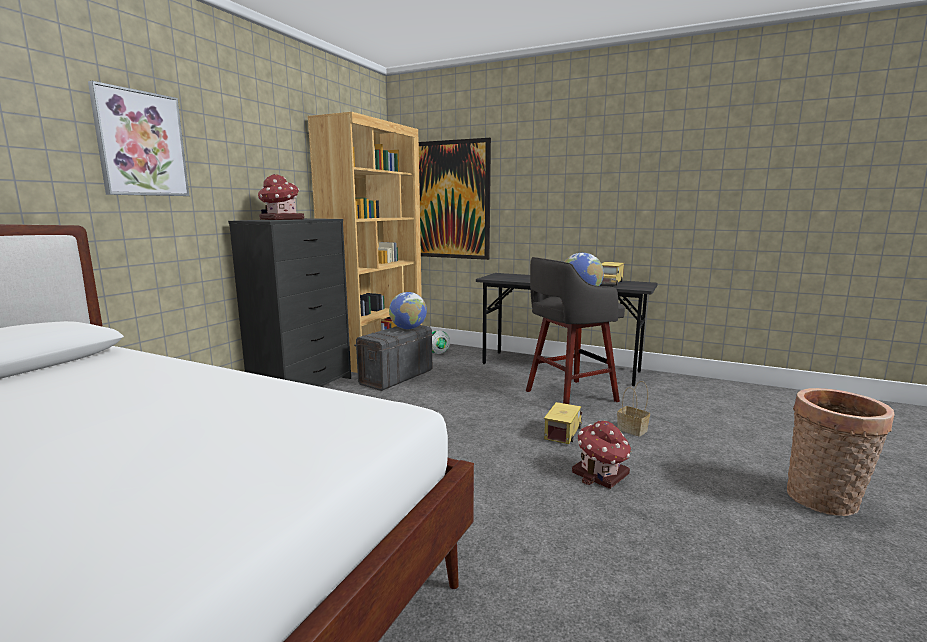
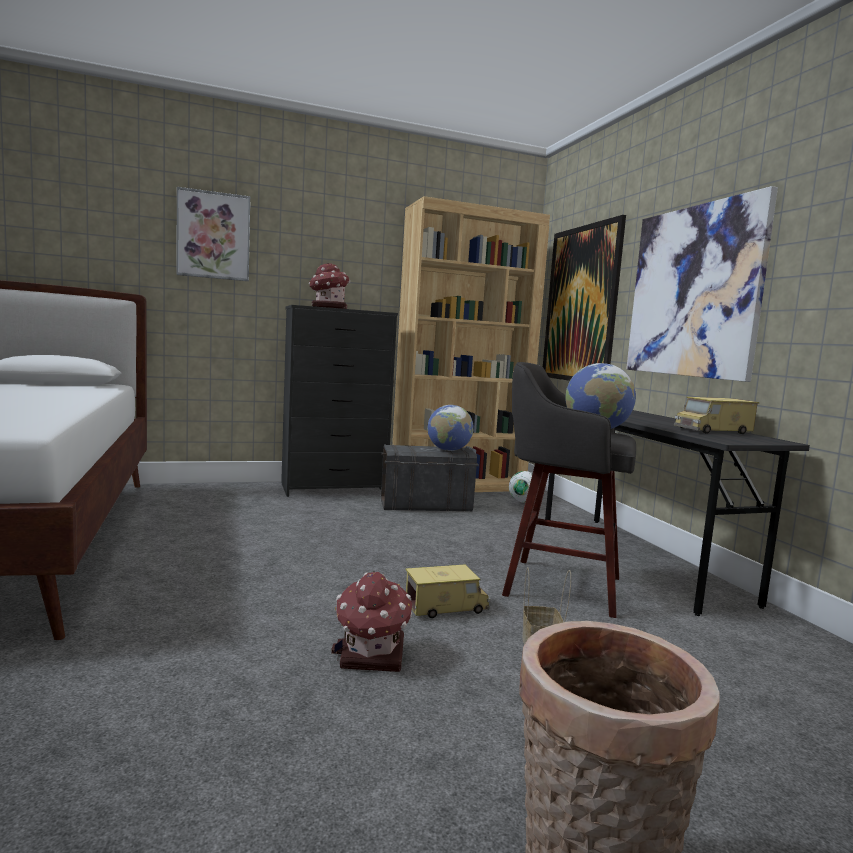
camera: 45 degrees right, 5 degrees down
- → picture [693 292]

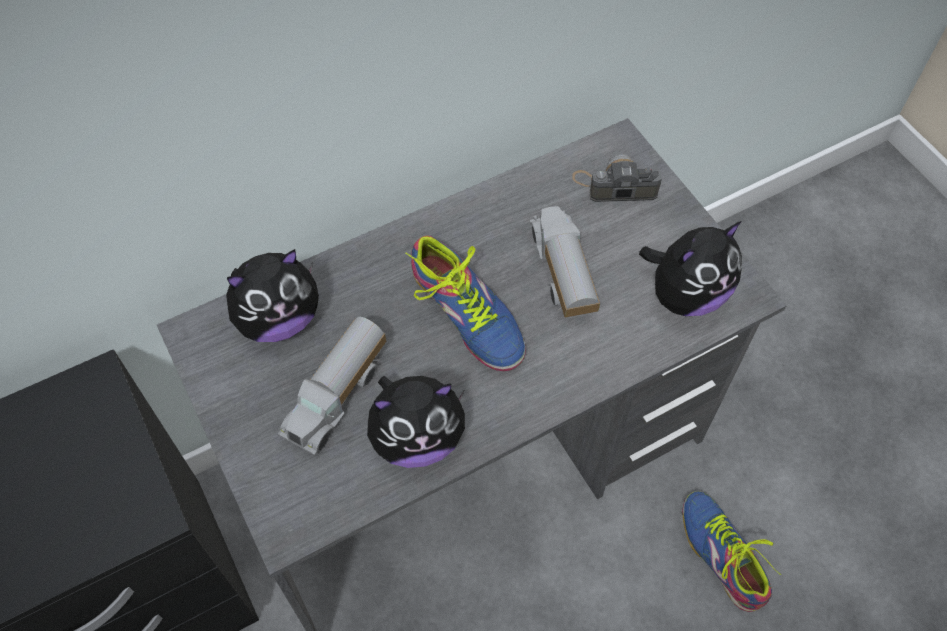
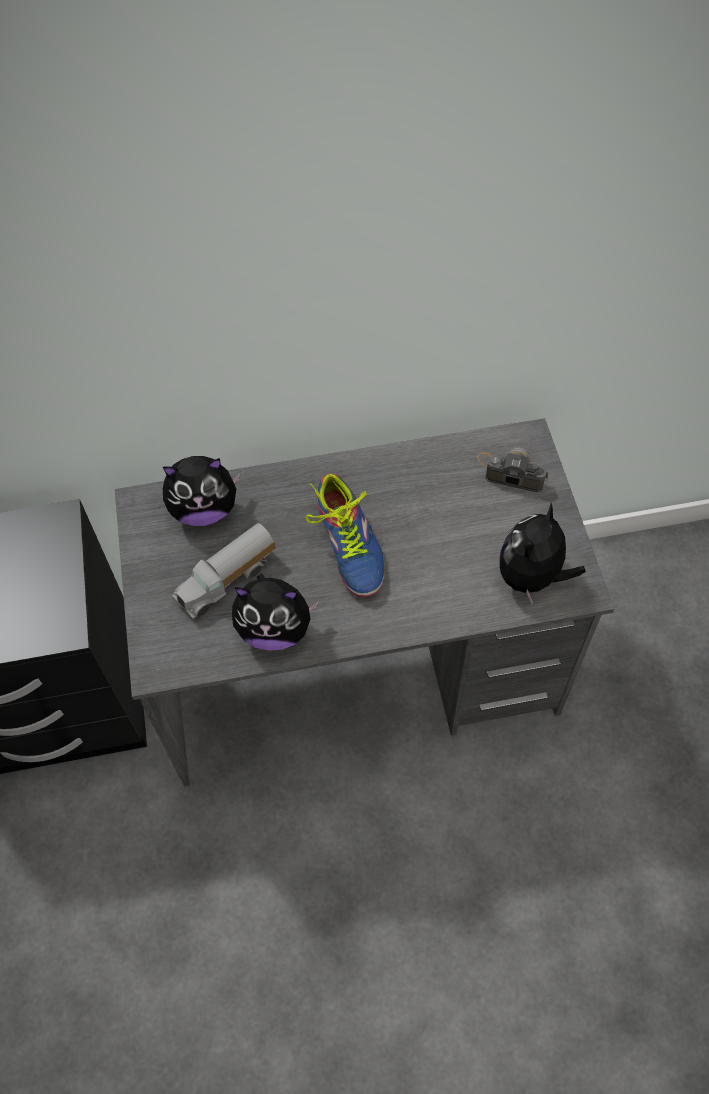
camera: 20 degrees right, 0 degrees up
toy truck [561 274] → -
plush toy [685 295] → plush toy [532 577], 135 degrees clockwise
shoe [721 554] → -

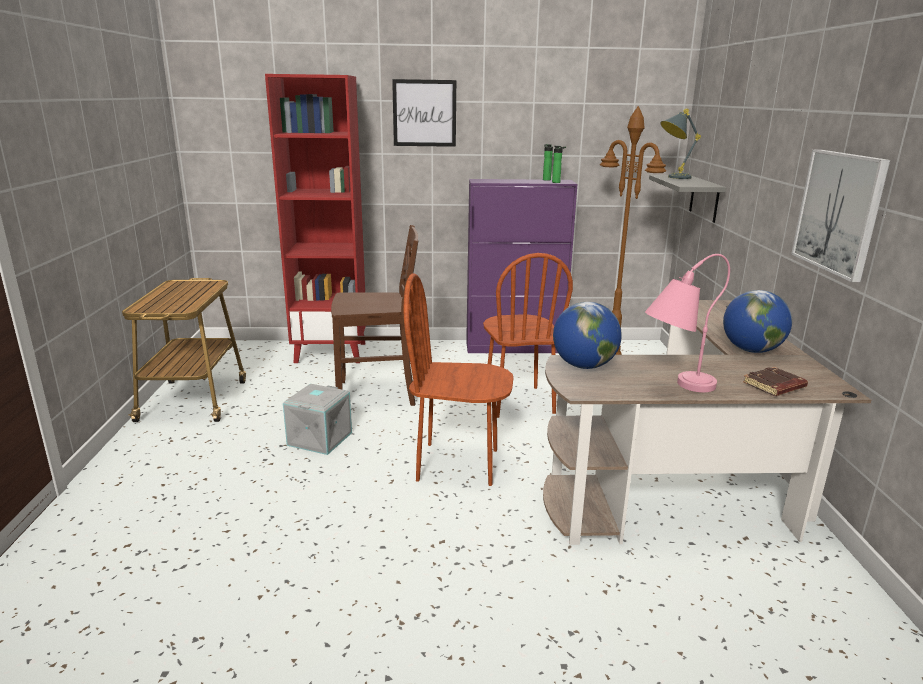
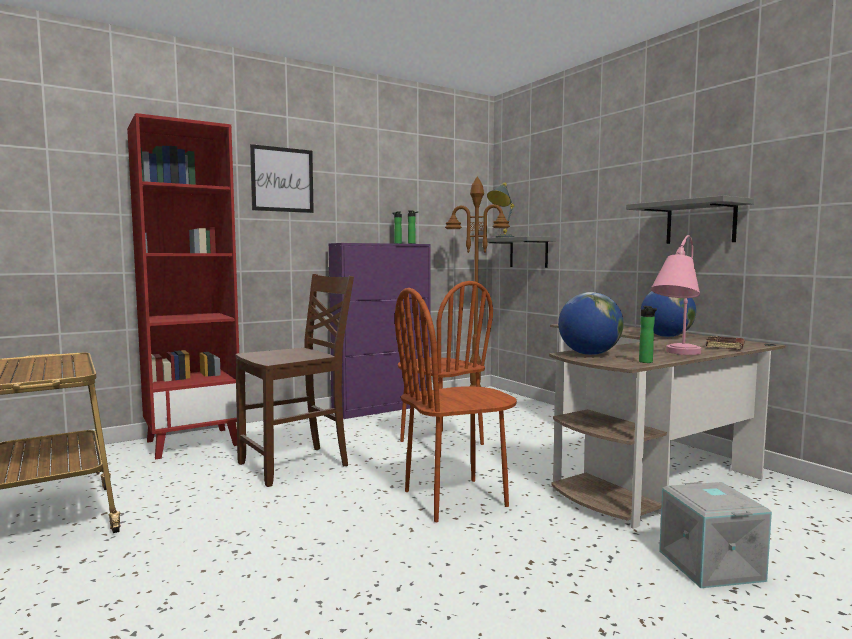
camera: 30 degrees left, 15 degrees down
picture [839 212] → shelf (grey) [700 222]
storage box (grey) [319 438] → storage box (grey) [708 565], shifted
- → bottle [646 362]

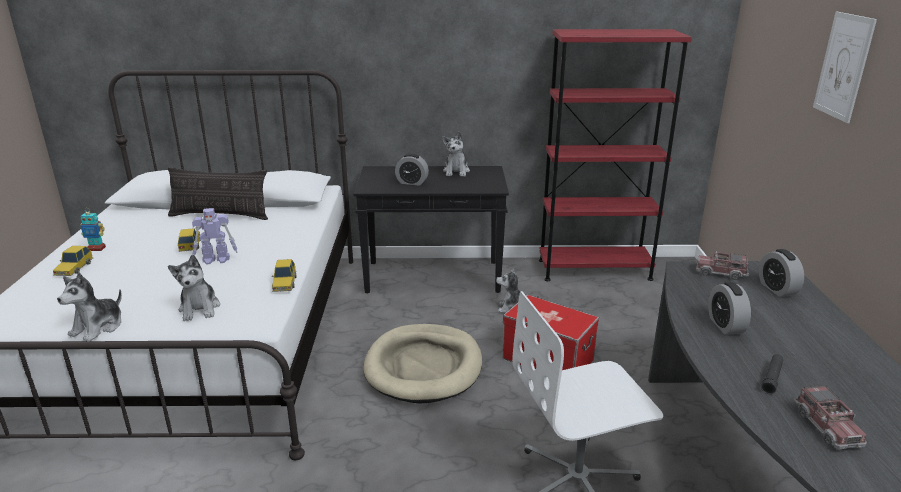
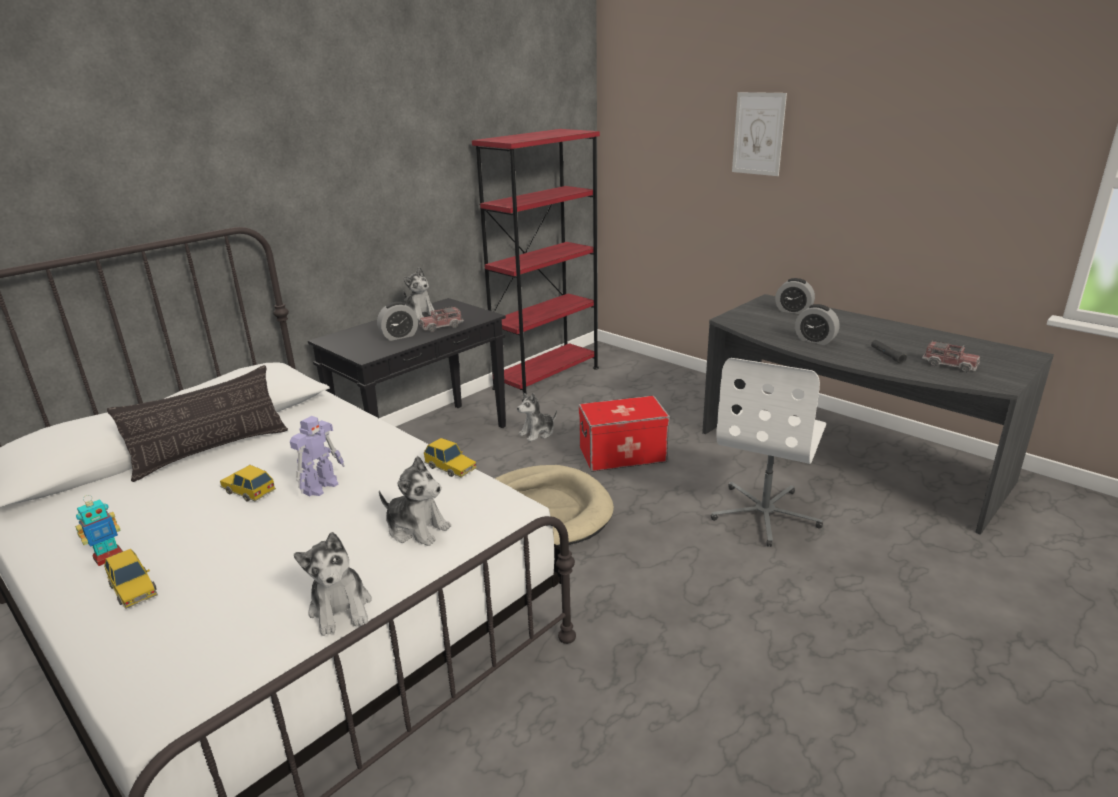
camera: 45 degrees left, 0 degrees up
toy truck [720 273] → toy truck [441 326], shifted

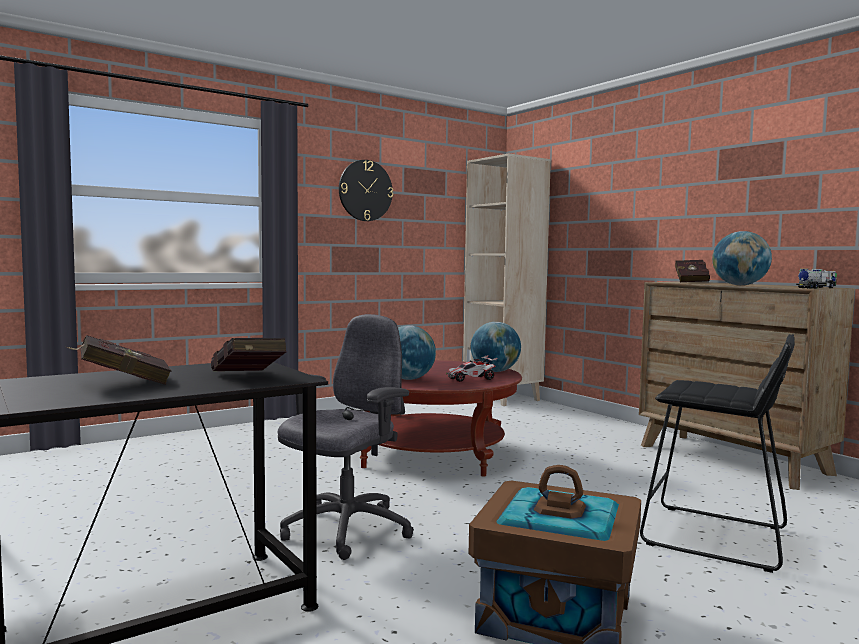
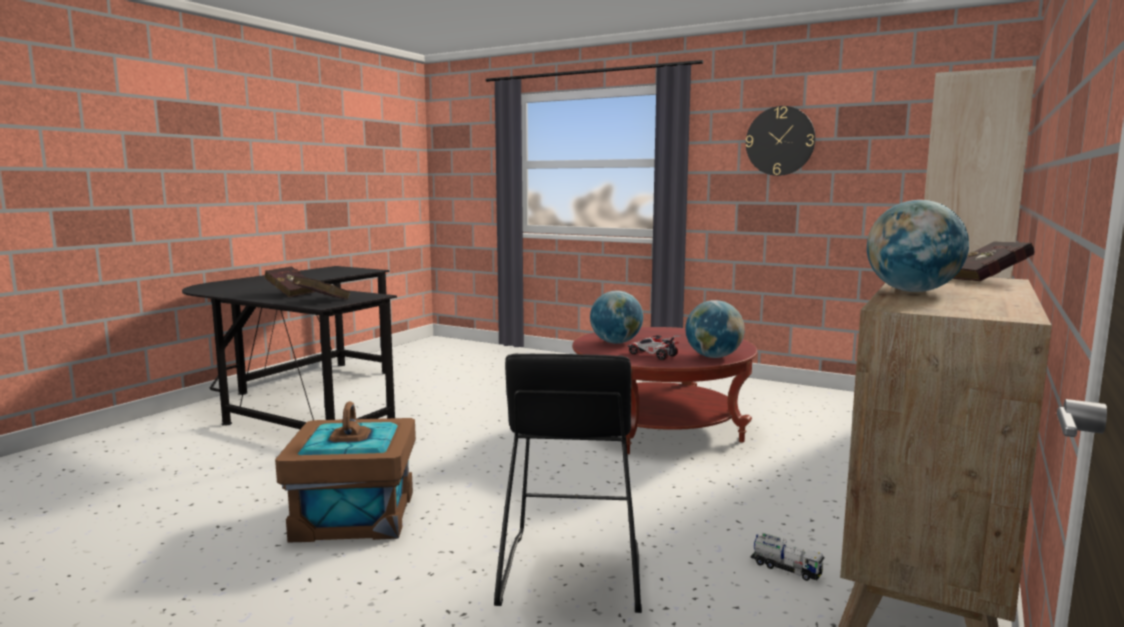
camera: 65 degrees right, 5 degrees up
toy truck [816 288] → toy truck [786 569], shifted
office chair (grey) [345 531] → -

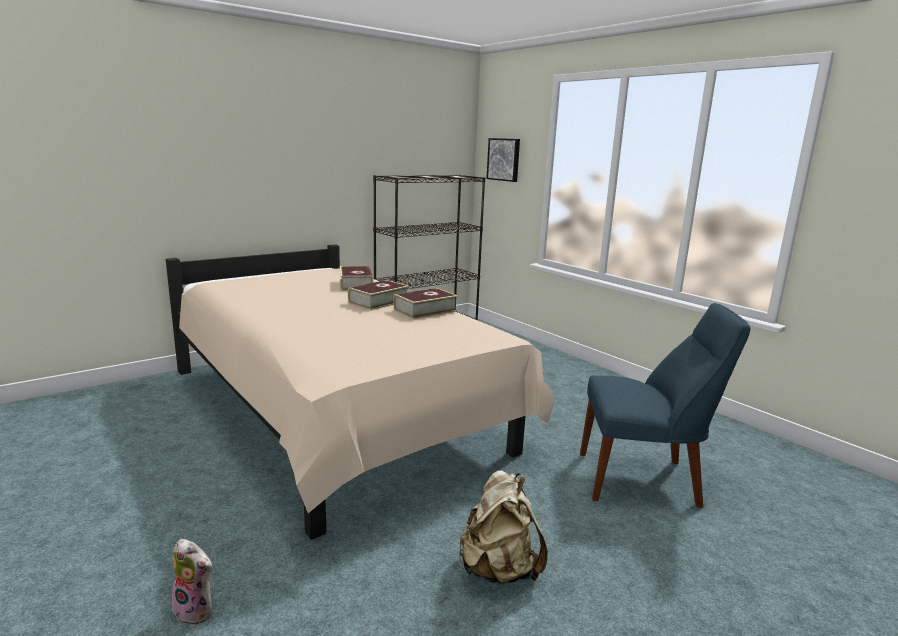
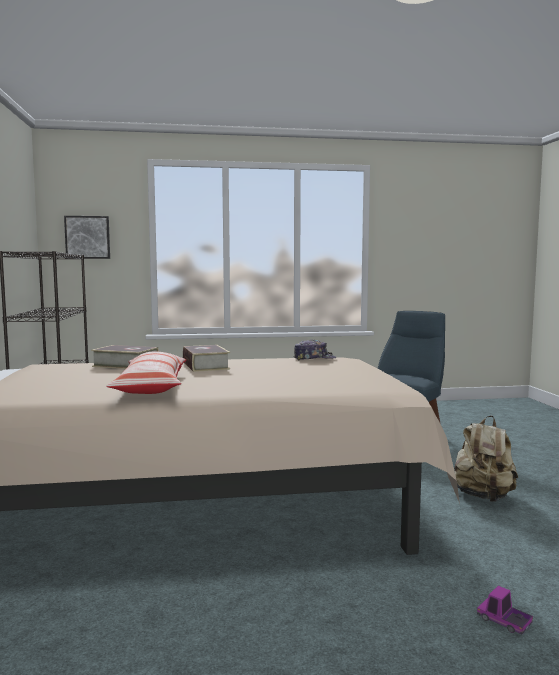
camera: 60 degrees left, 10 degrees down
book [425 310] → -
plush toy [197 610] → toy truck [504 621]
- → cap [314 358]
- → pillow [152 386]

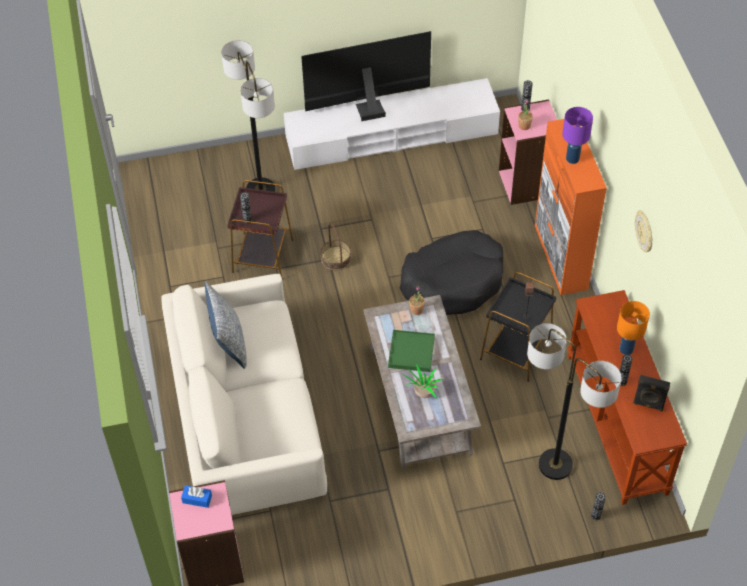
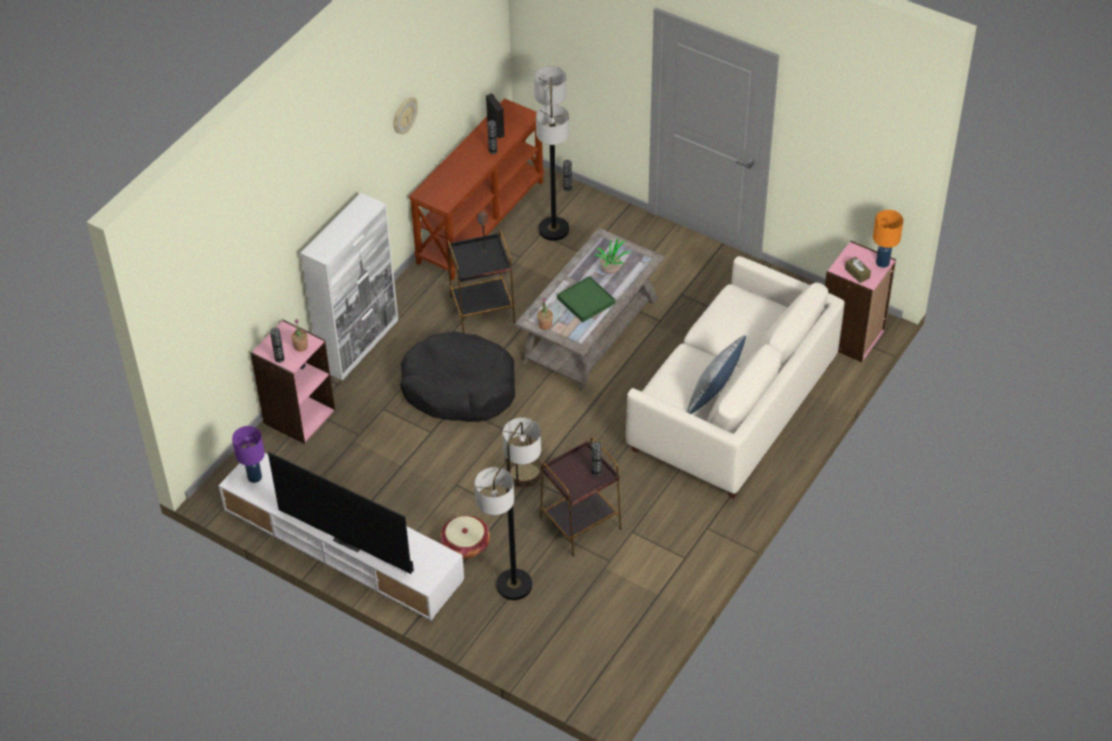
camera: 135 degrees left, 5 degrees down
table lamp (purple) [573 158] → table lamp (purple) [254 477], shifted
cabinet (orange) [560 257] → cabinet (white) [359 344]
table lamp (orange) [626 349] → table lamp (orange) [883 263], shifted
tissue box (blue) [197 499] → tissue box (brown) [857 273]
- → basket [465 545]

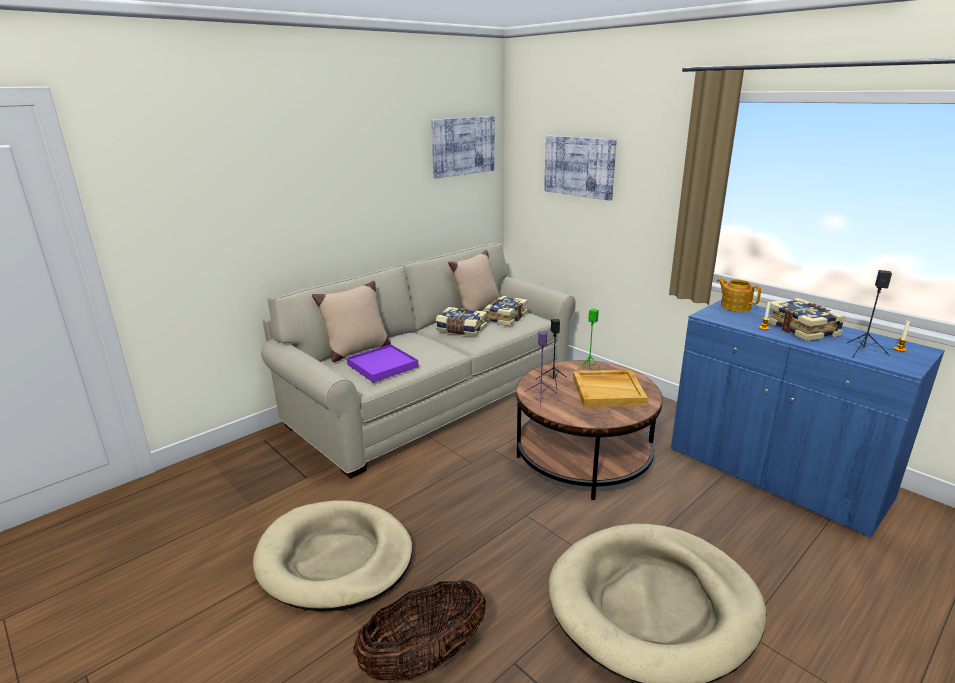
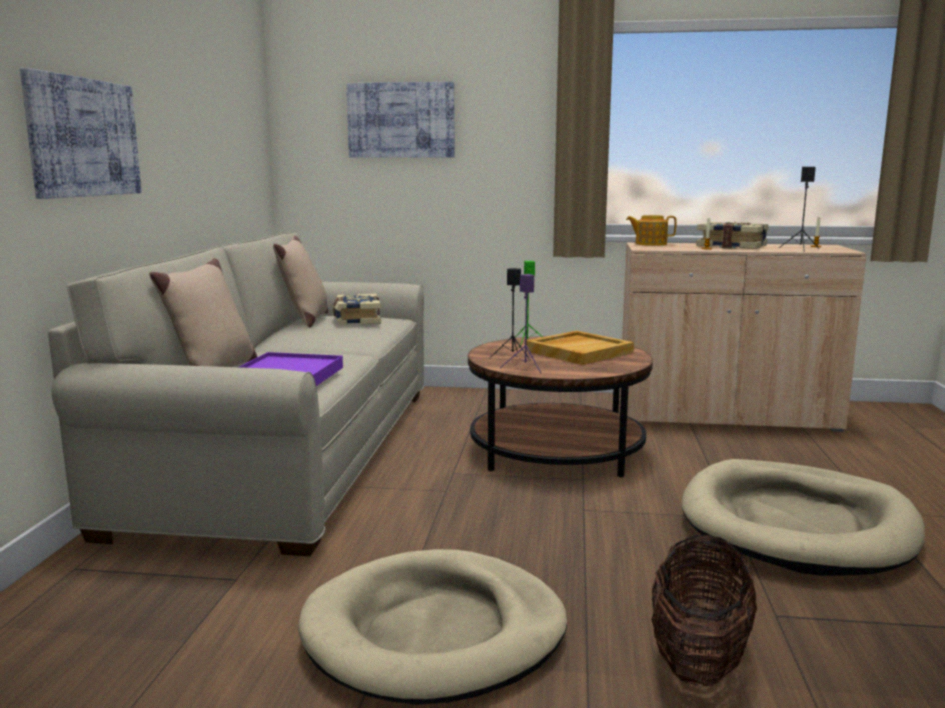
camera: 40 degrees left, 10 degrees down
picture [463 146] → picture [83 137], shifted
cabinet (blue) [774 474] → cabinet (beige) [725 416]
book [461 329] → -

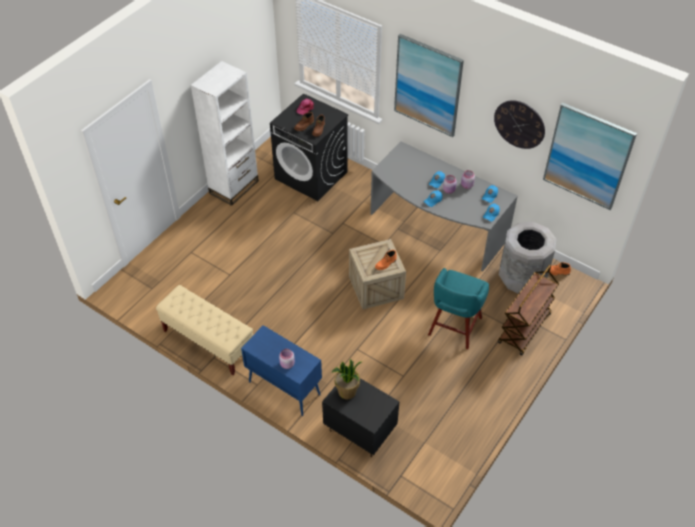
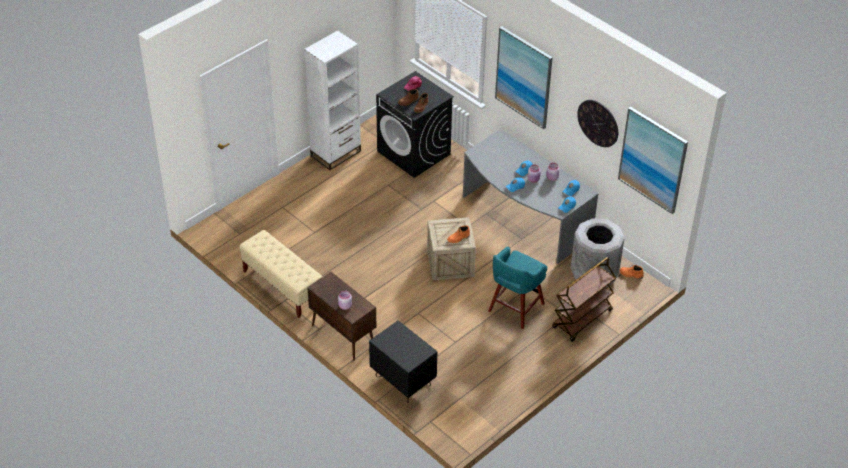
camera: 10 degrees right, 5 degrees down
cabinet (blue) [283 388] → cabinet (brown) [342 335]
potted plant [347 392] → -

